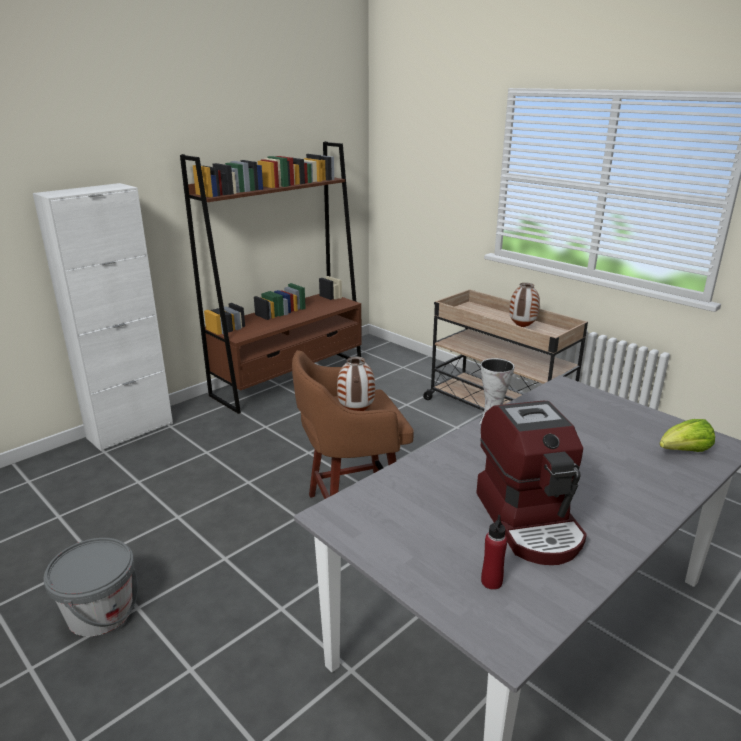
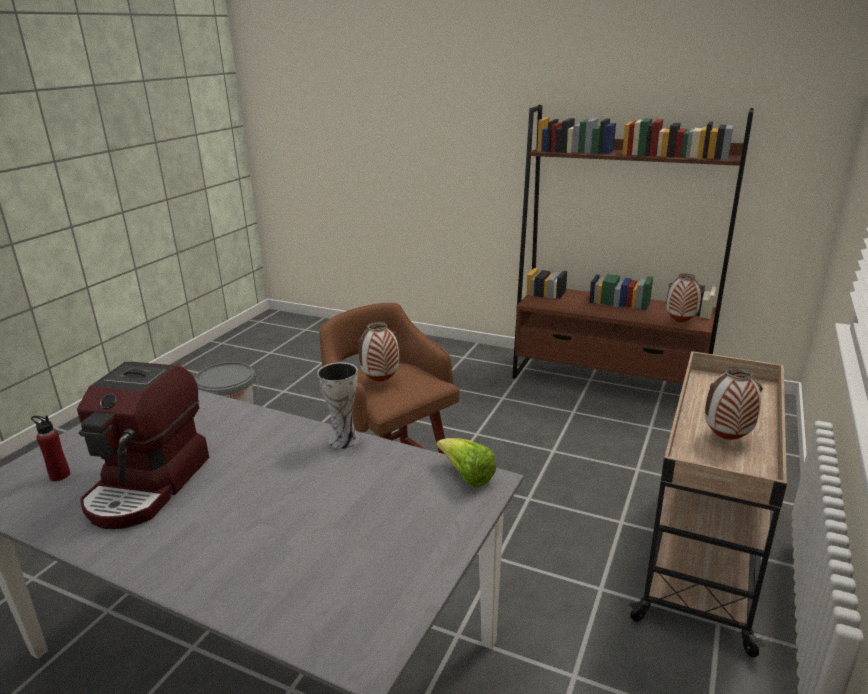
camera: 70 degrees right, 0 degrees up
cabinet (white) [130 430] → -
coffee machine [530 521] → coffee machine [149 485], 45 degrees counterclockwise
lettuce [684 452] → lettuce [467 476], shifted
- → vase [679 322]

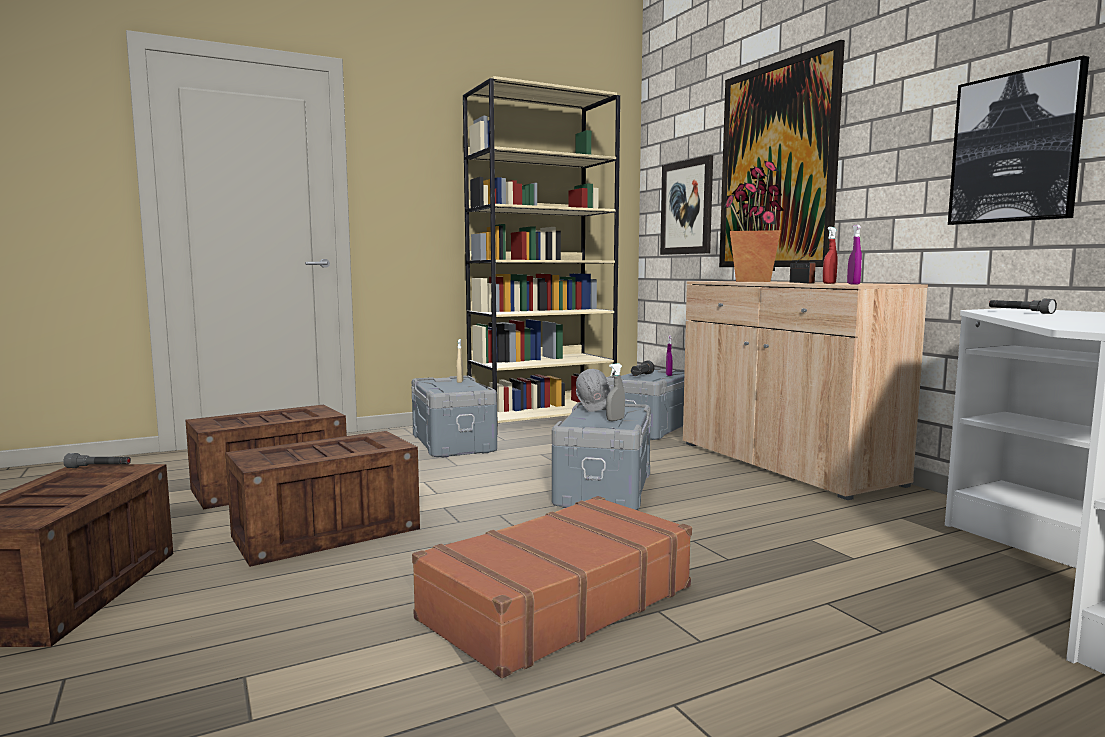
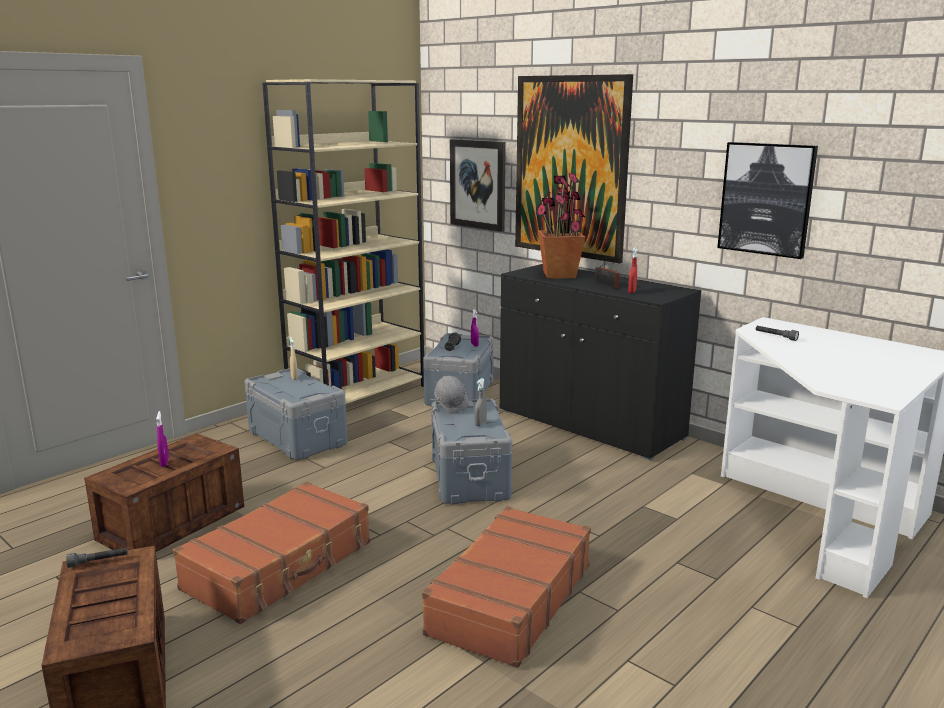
camera: 20 degrees left, 10 degrees up
spray bottle (purple) [853 284] → spray bottle (purple) [164 463], shifted
cabinet (beige) [784 463] → cabinet (black) [589 424]
crate [329 532] → suitcase (brown) [280 566]

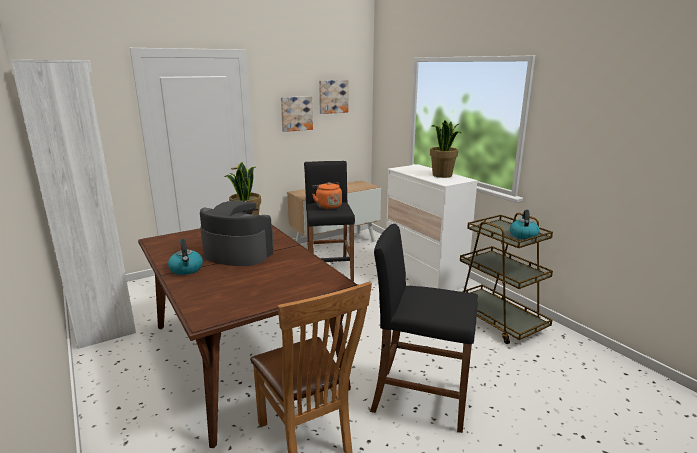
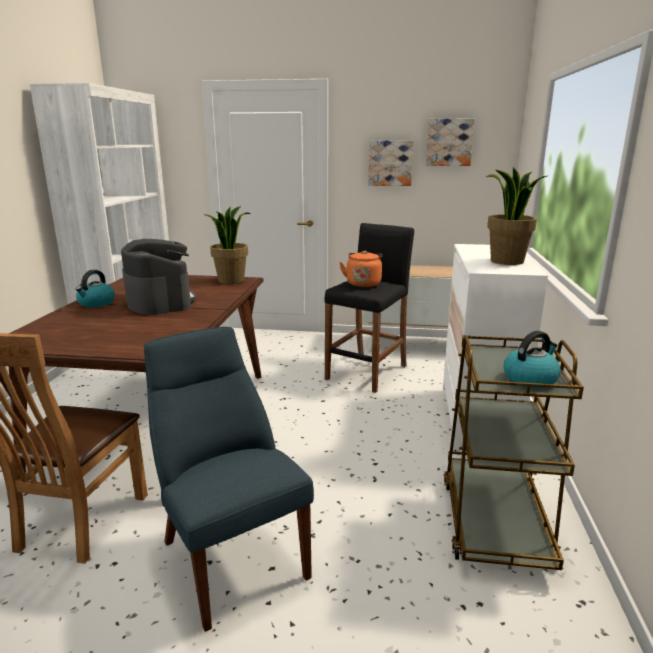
camera: 40 degrees right, 0 degrees up
stool (black) [419 398] → chair (blue) [230 554]

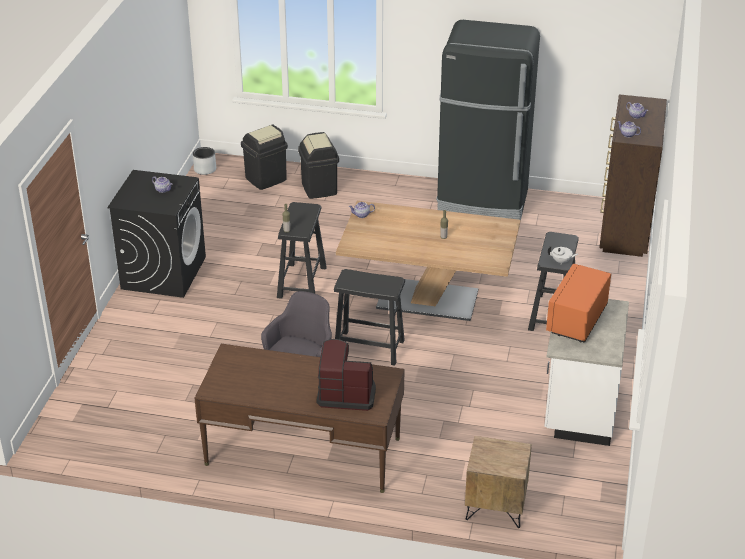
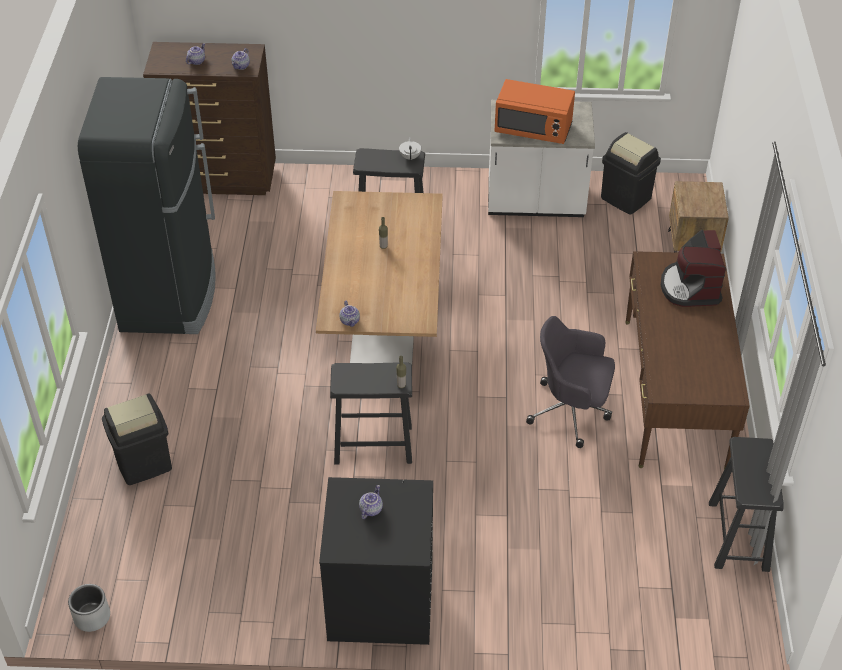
camera: 100 degrees left, 10 degrees up
trash can (black) [266 179] → trash can (black) [626 198], shifted
stool (black) [368 347] → stool (black) [738 537], shifted

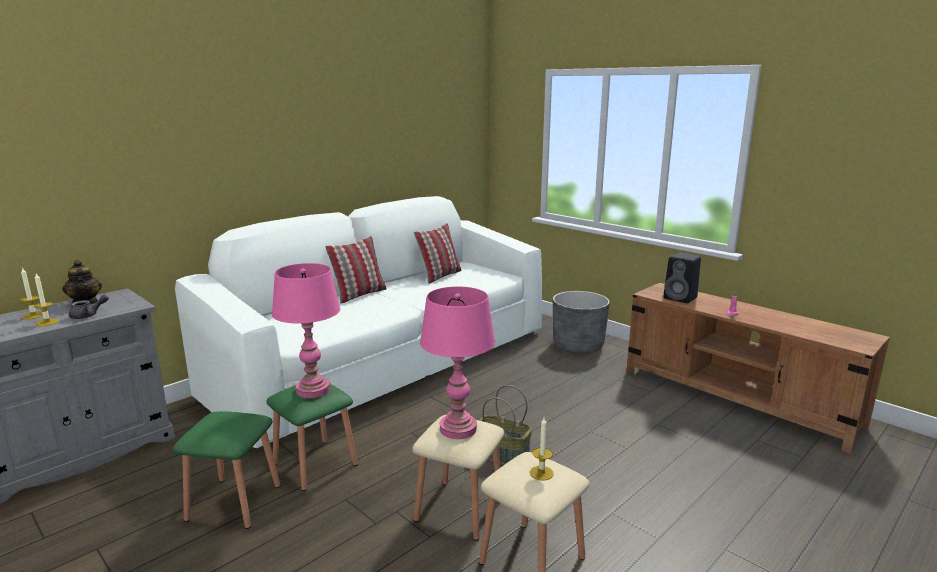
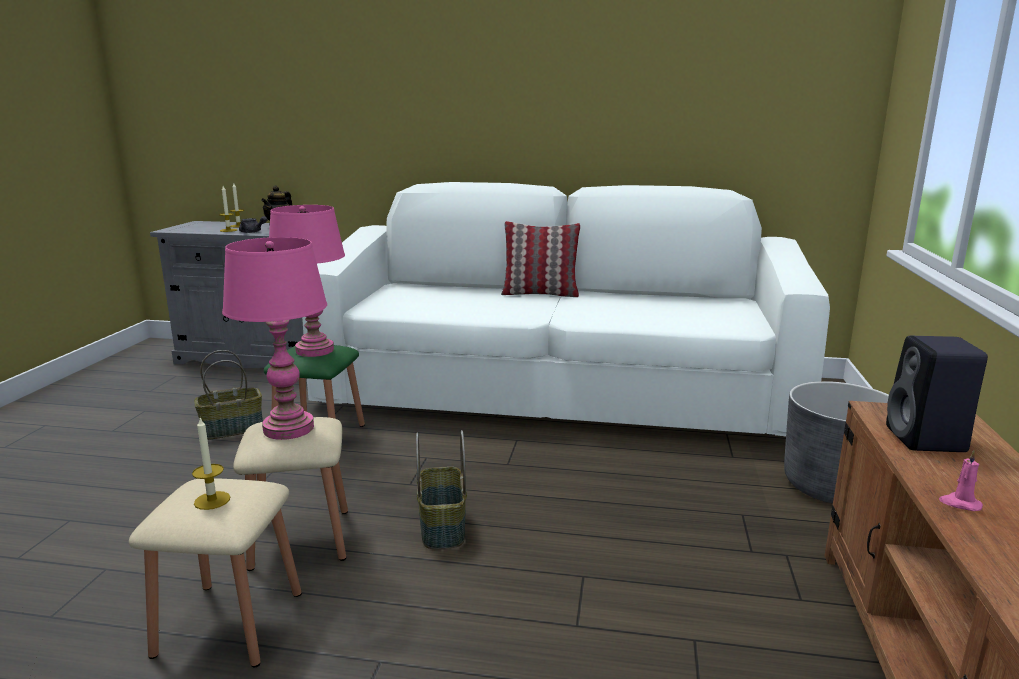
camera: 55 degrees right, 0 degrees up
pillow [439 276] → -
stool (green) [234 502] → basket [233 429]

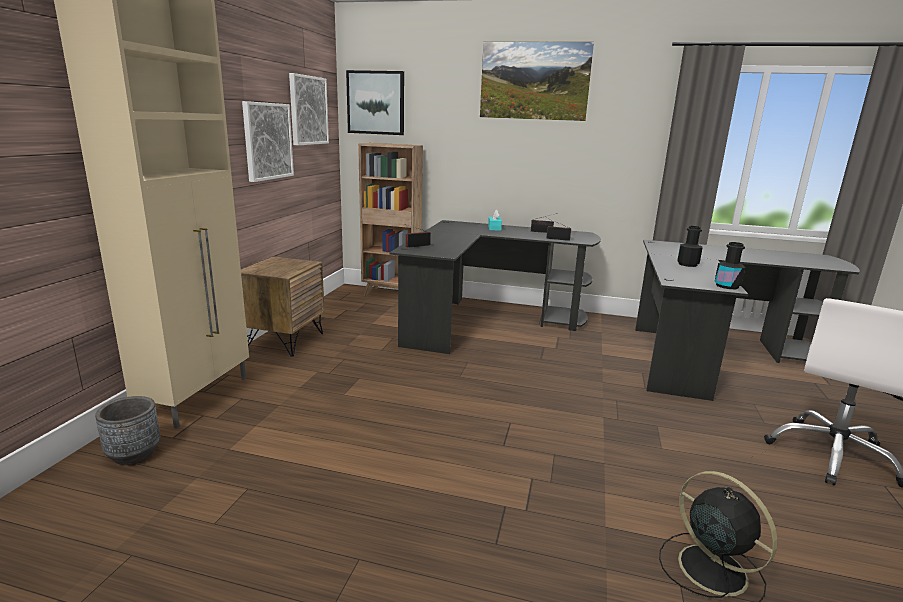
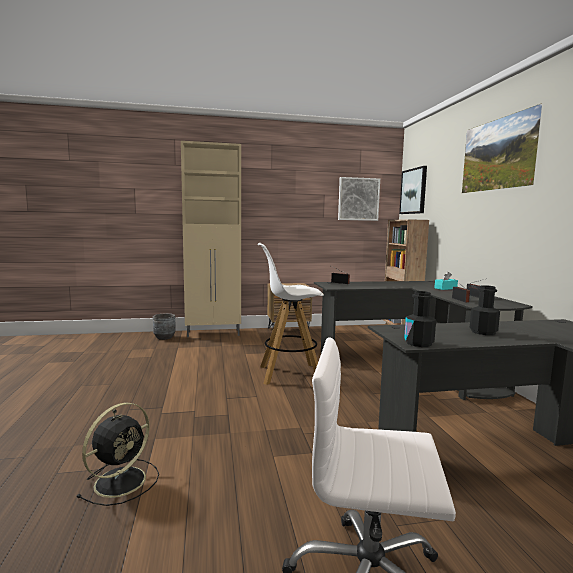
camera: 65 degrees right, 10 degrees down
picture [267 141] → -
- → stool (white) [289 374]

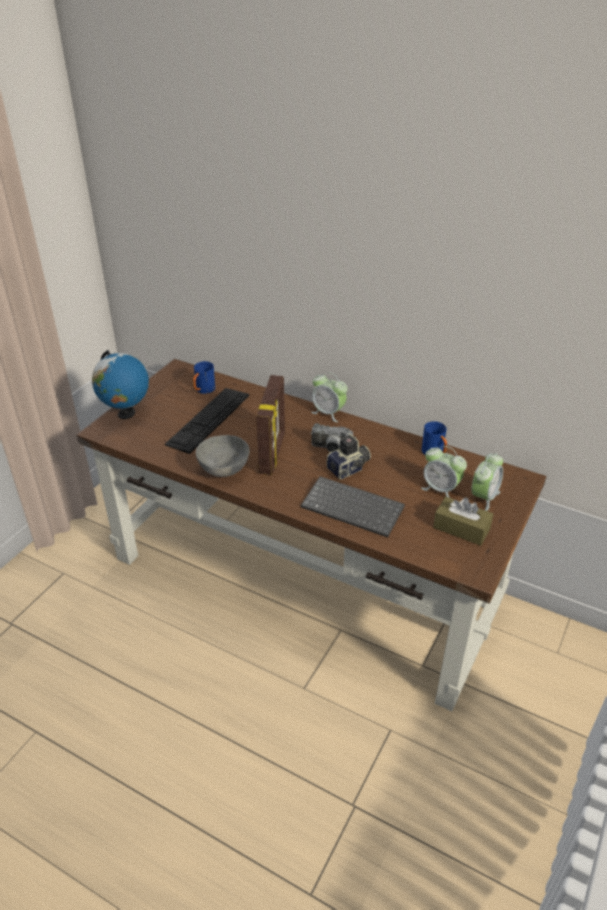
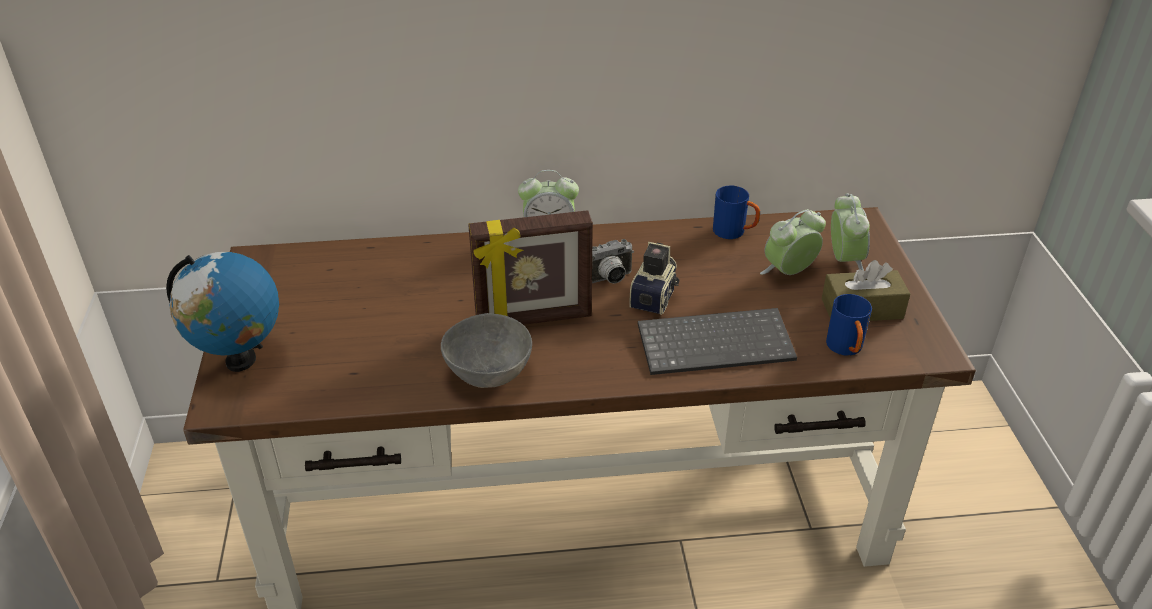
camera: 35 degrees left, 0 degrees up
mug (blue) [203 391] → mug (blue) [846 349], shifted
picture frame [273 453] → picture frame [534 319], 105 degrees clockwise
keyboard [208 419] → -
alarm clock [441 489] → alarm clock [789 272], 150 degrees clockwise

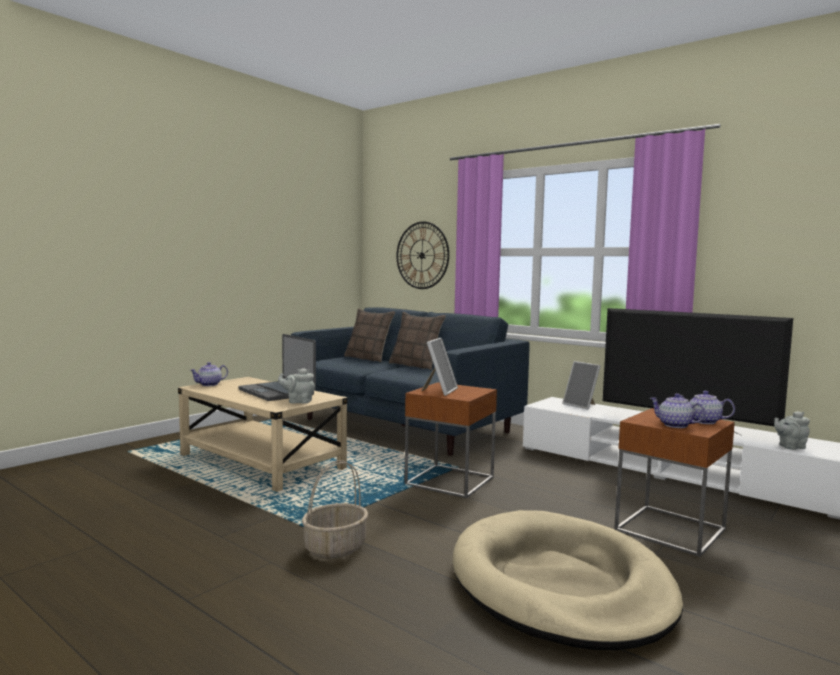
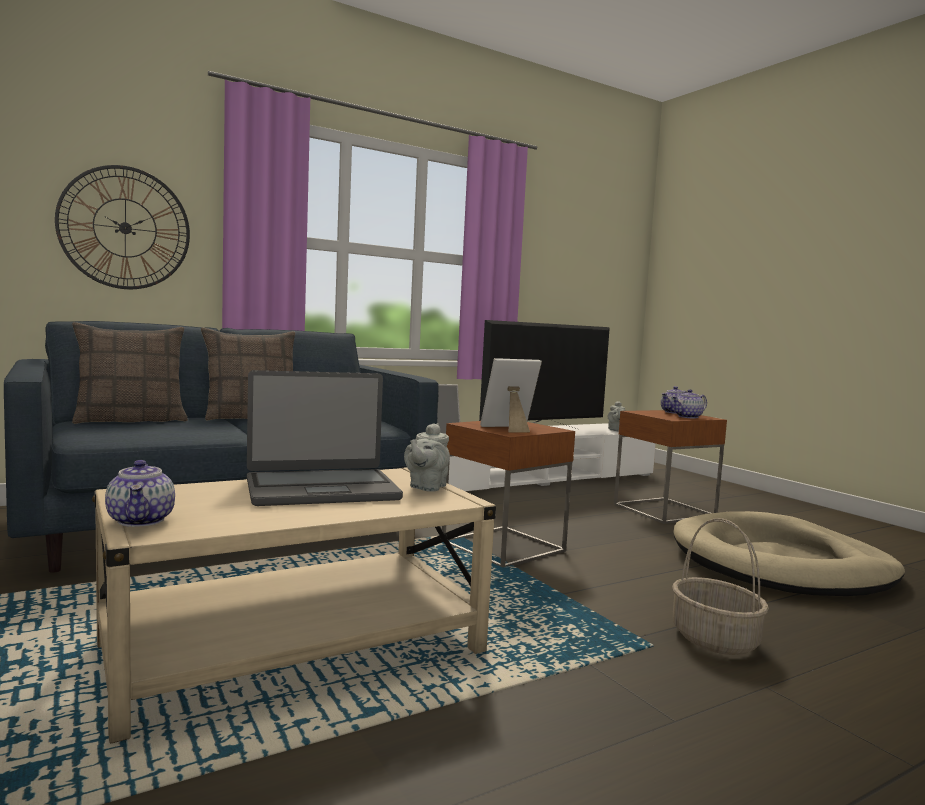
camera: 70 degrees left, 0 degrees up
picture frame [439 391] → picture frame [509 429], 60 degrees counterclockwise

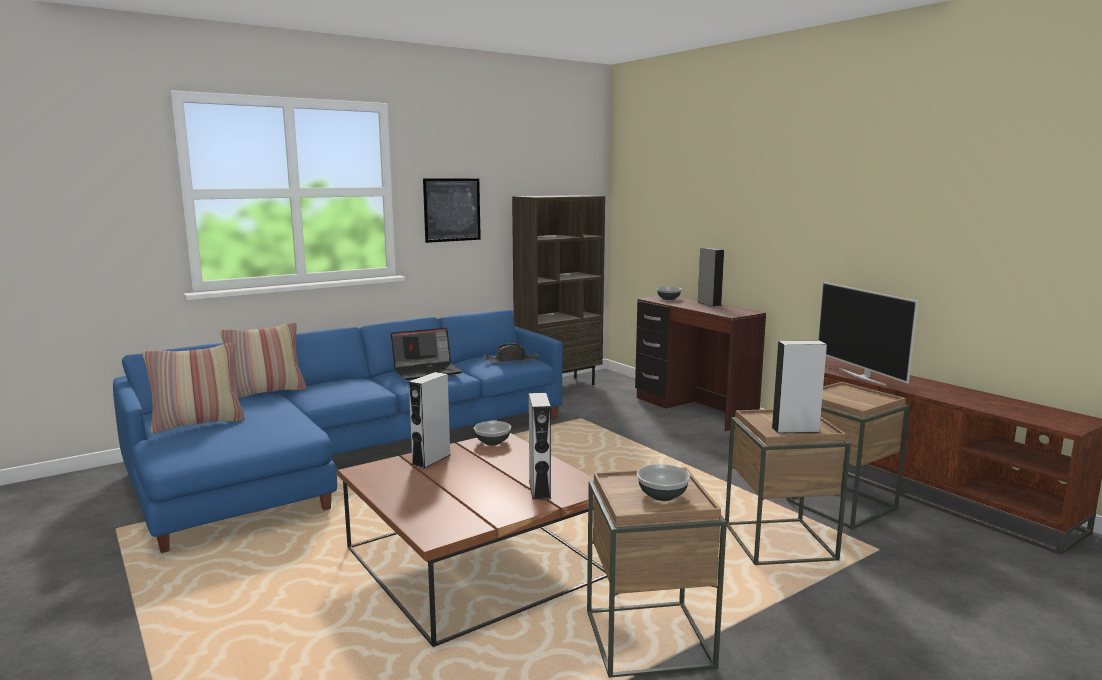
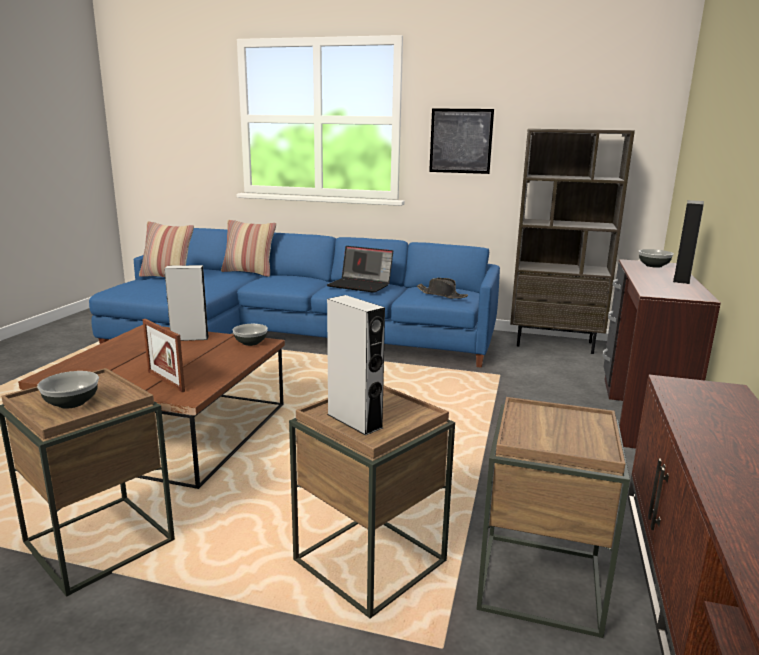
camera: 50 degrees right, 5 degrees up
television [862 376] → -
speaker (grey) [539 489] → picture frame [165 381]

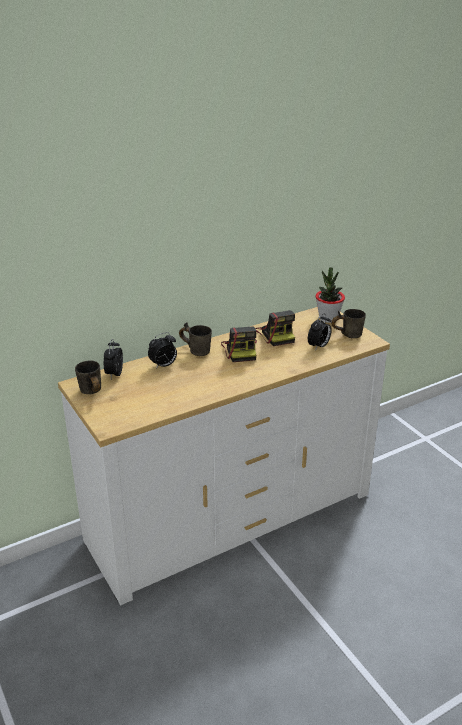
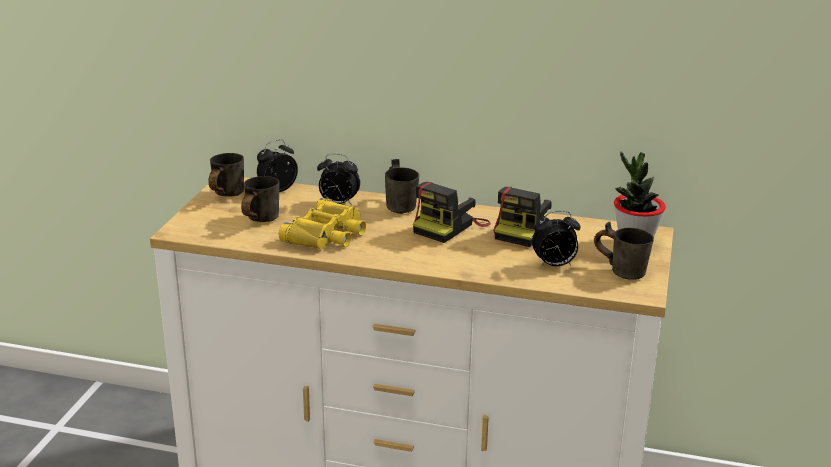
camera: 45 degrees right, 5 degrees down
- → mug (grey) [256 220]
- → binoculars (yellow) [327 234]

